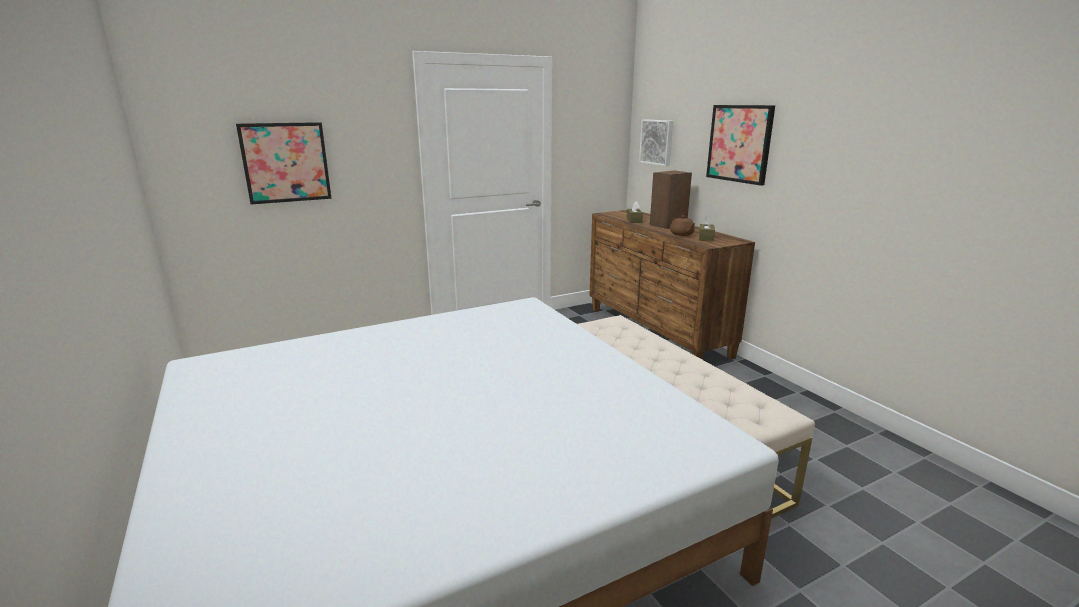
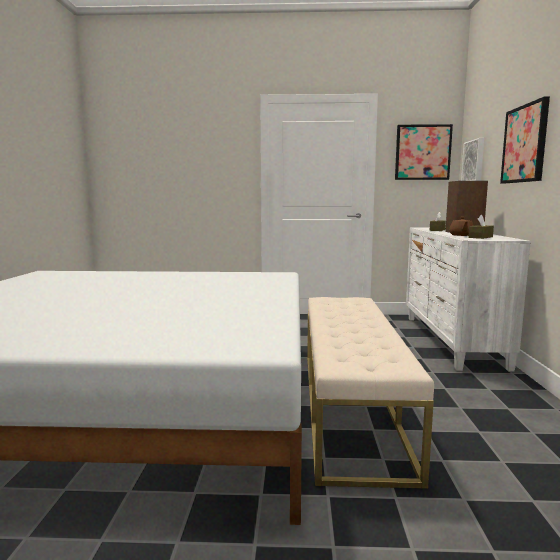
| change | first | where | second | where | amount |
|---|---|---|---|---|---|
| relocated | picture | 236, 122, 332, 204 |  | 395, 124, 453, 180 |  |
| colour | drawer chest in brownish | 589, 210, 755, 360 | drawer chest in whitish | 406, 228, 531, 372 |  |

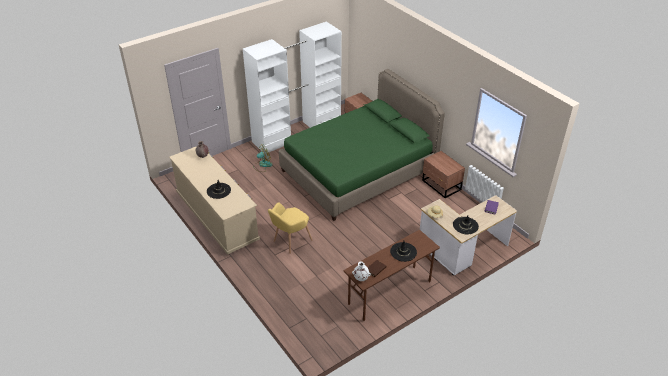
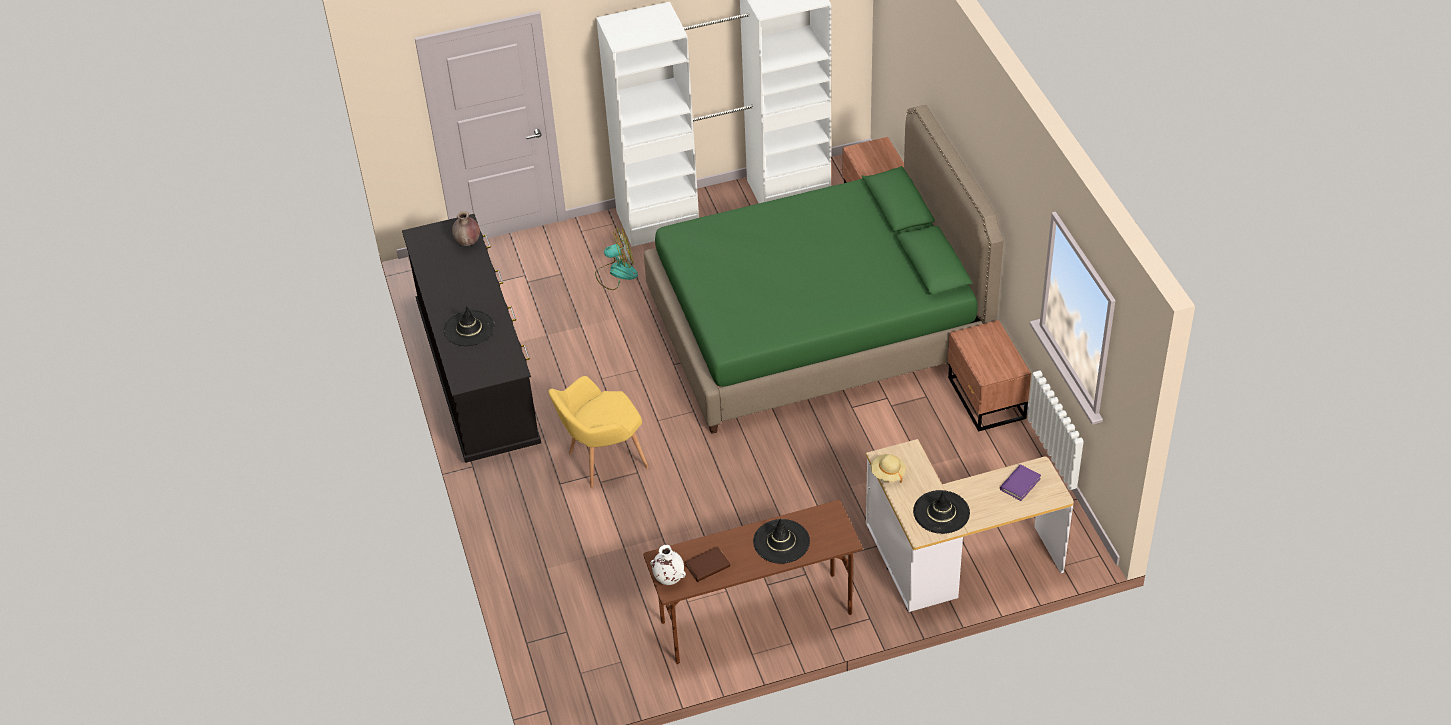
| change | first | where | second | where | amount |
|---|---|---|---|---|---|
| colour | drawer chest in sand-coloured | 169, 146, 260, 254 | drawer chest in black | 402, 214, 541, 463 |  |

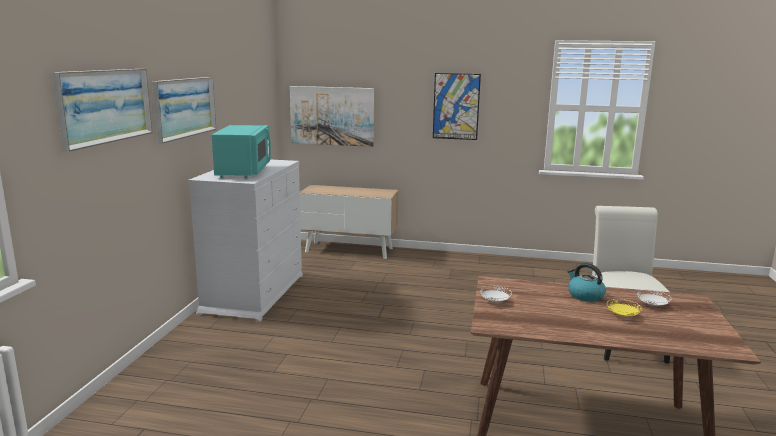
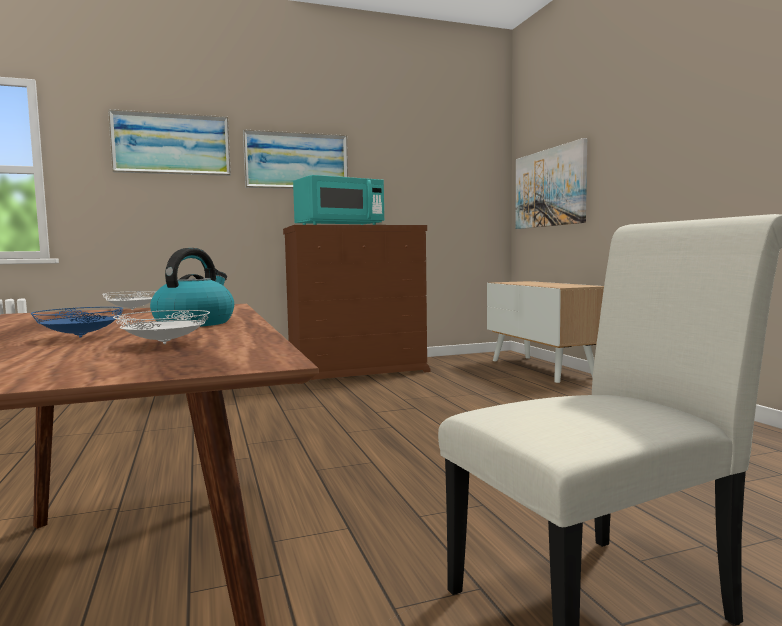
| change | first | where | second | where | amount |
|---|---|---|---|---|---|
| colour | drawer chest in whitish | 188, 159, 303, 322 | drawer chest in brownish | 283, 225, 431, 384 |  |
| missing | picture | 433, 73, 481, 140 |  |  |  |
| colour | dinner plate in yellow | 607, 299, 642, 317 | dinner plate in bluish | 31, 307, 123, 338 |  |

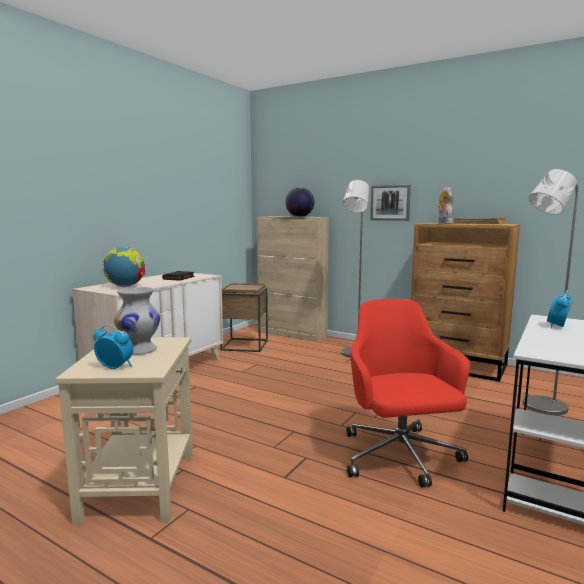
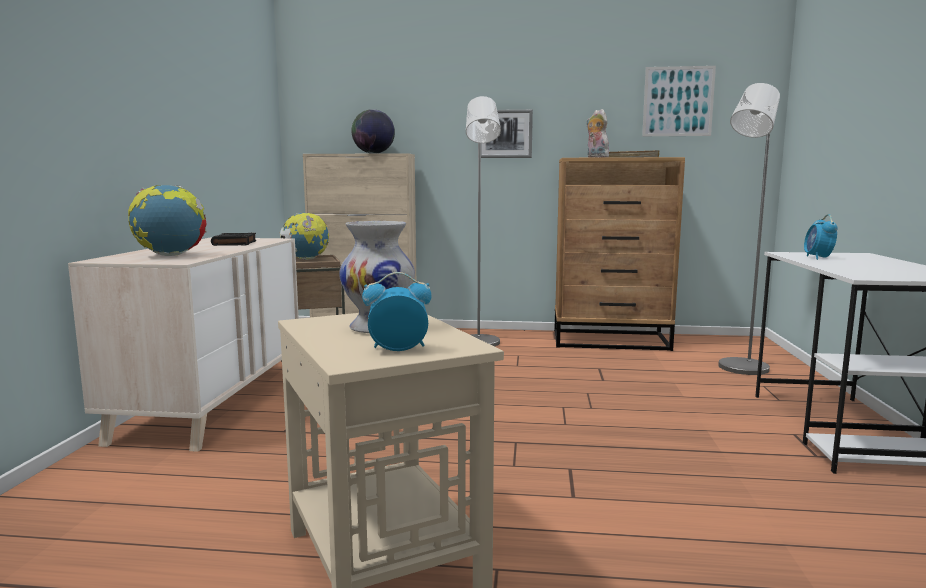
| change | first | where | second | where | amount |
|---|---|---|---|---|---|
| missing | office chair in red | 346, 299, 470, 487 |  |  |  |
| appeared |  |  | world globe | 280, 213, 329, 260 |  |
| appeared |  |  | picture | 642, 66, 716, 136 |  |

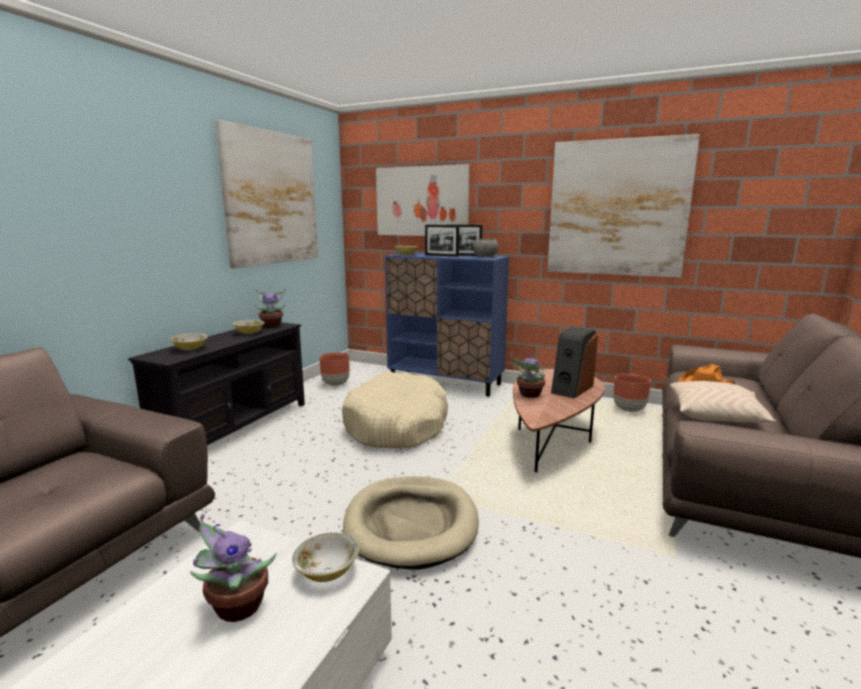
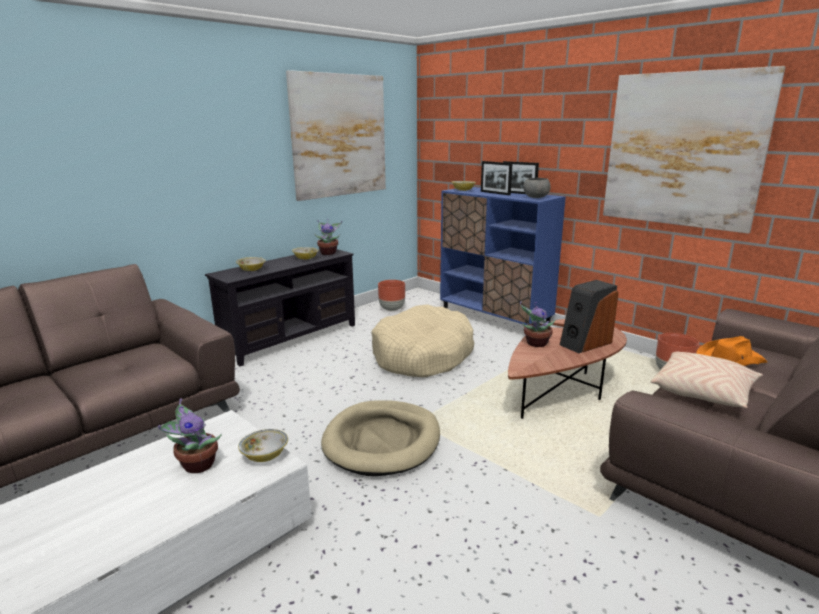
| change | first | where | second | where | amount |
|---|---|---|---|---|---|
| missing | picture | 376, 164, 470, 236 |  |  |  |

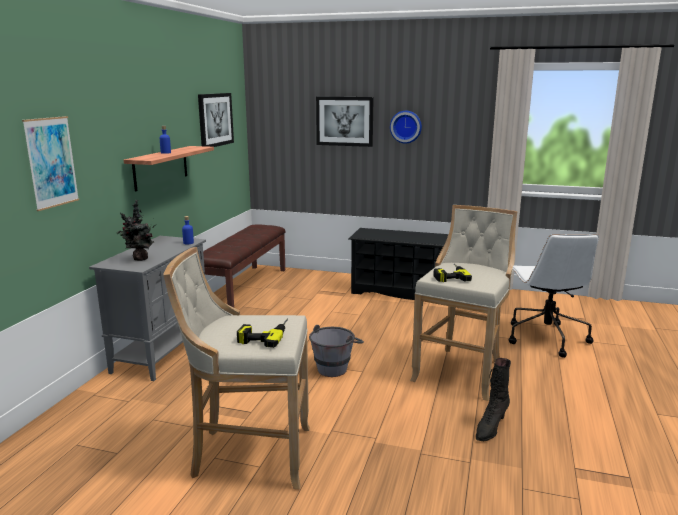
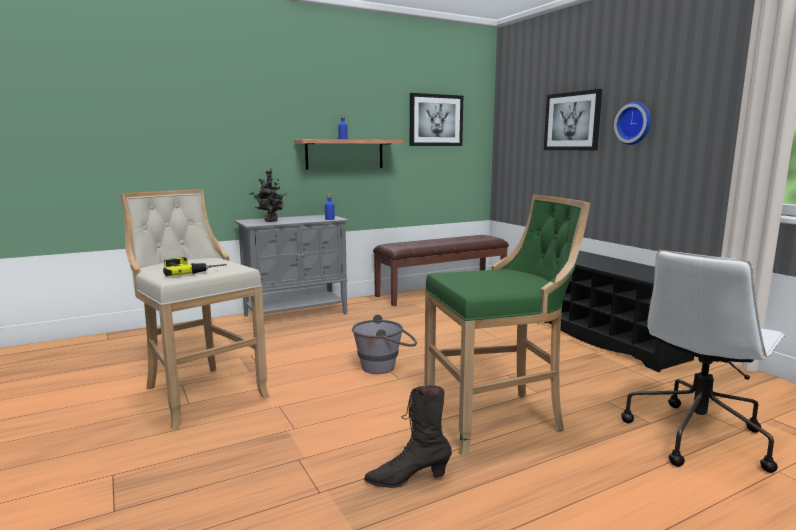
| change | first | where | second | where | amount |
|---|---|---|---|---|---|
| missing | picture | 22, 116, 79, 211 |  |  |  |
| colour | stool in sand-coloured | 410, 205, 517, 401 | stool in green-coloured | 424, 194, 590, 456 |  |
| missing | electric drill | 433, 264, 472, 282 |  |  |  |

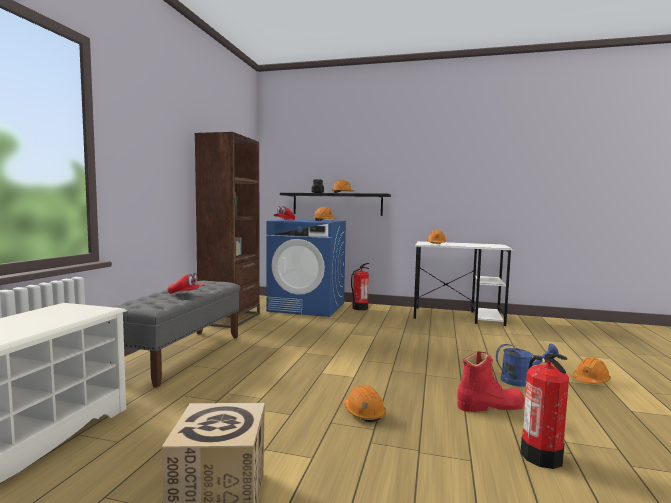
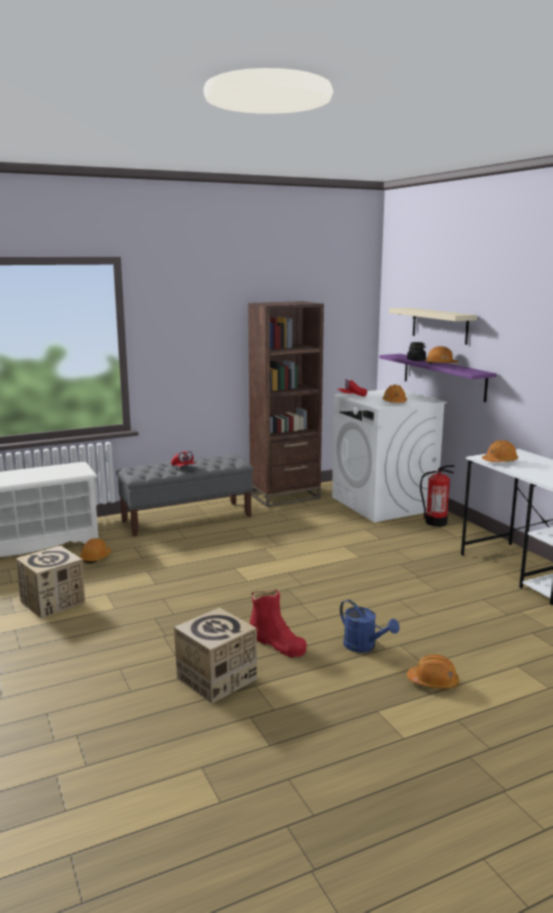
| change | first | where | second | where | amount |
|---|---|---|---|---|---|
| colour | laundry appliance in bluish | 266, 219, 346, 317 | laundry appliance in whitish | 332, 389, 447, 522 |  |
| colour | shelf in black | 280, 193, 391, 216 | shelf in purple | 379, 354, 497, 402 |  |
| relocated | hard hat in orange-coloured | 343, 385, 386, 422 |  | 79, 538, 112, 564 |  |
| exchanged | fire extinguisher | 521, 354, 569, 469 | carton | 174, 608, 257, 704 |  |
| appeared |  |  | shelf in sand-coloured | 389, 308, 477, 345 |  |

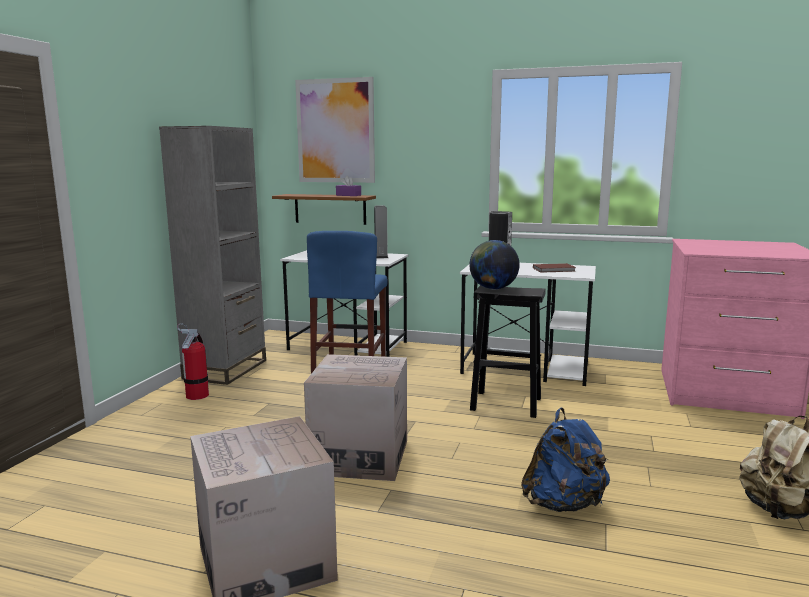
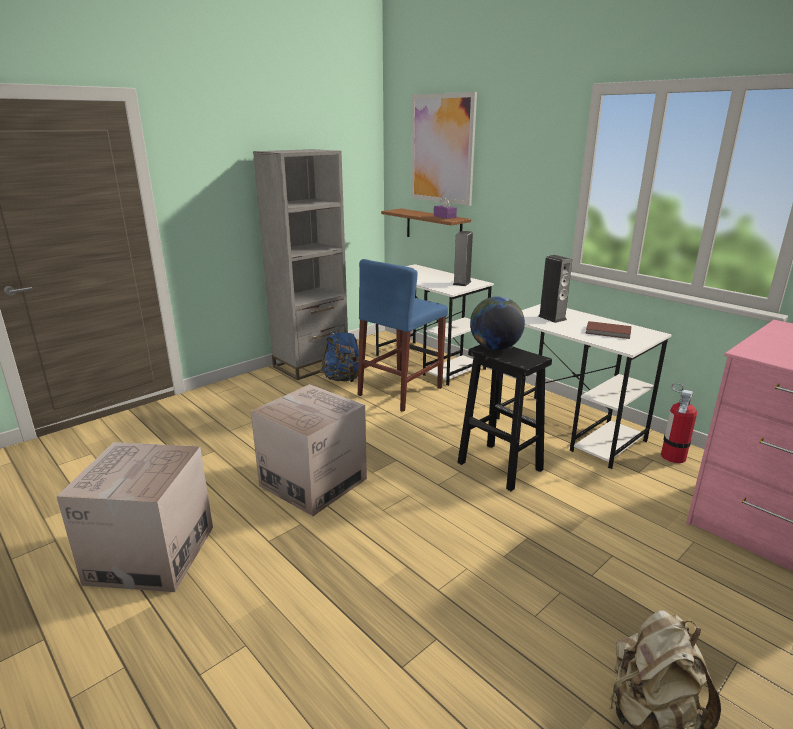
| change | first | where | second | where | amount |
|---|---|---|---|---|---|
| relocated | fire extinguisher | 177, 323, 209, 400 |  | 661, 383, 697, 463 |  |
| relocated | rucksack in bluish | 521, 408, 610, 512 |  | 320, 325, 359, 382 |  |

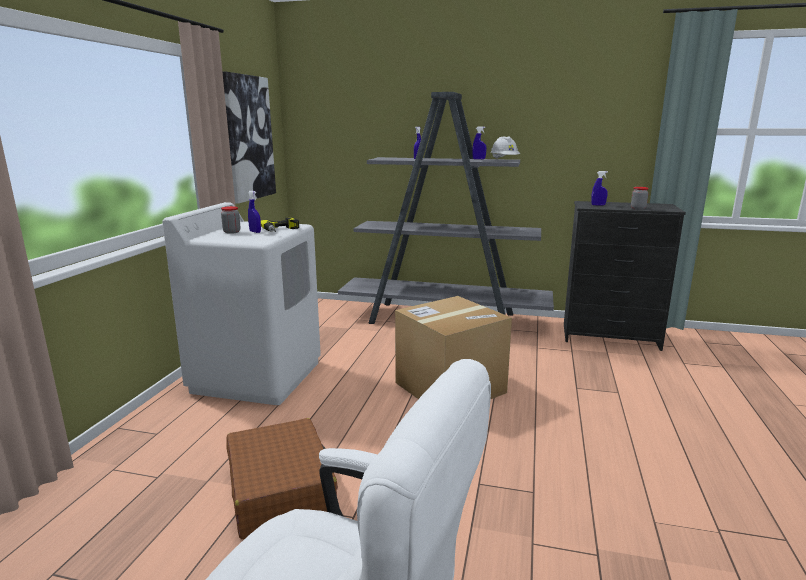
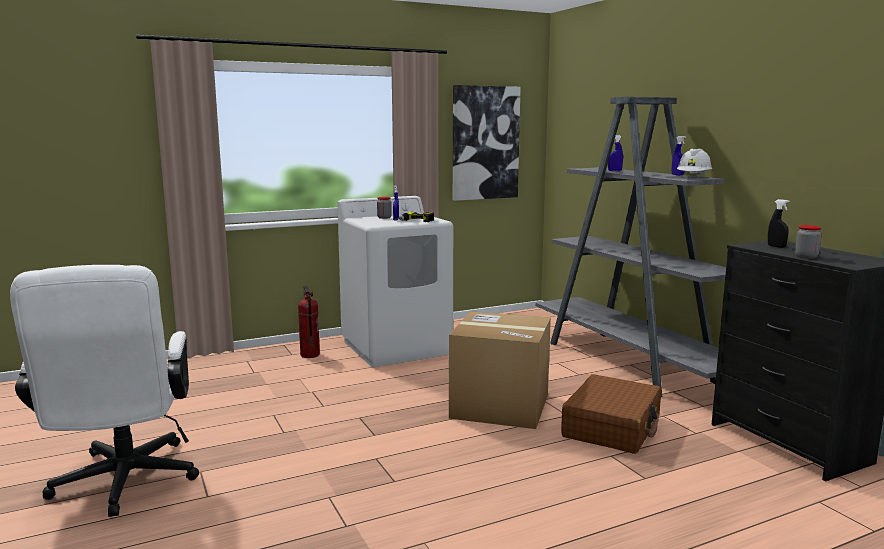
| change | first | where | second | where | amount |
|---|---|---|---|---|---|
| relocated | travel case in brownish | 227, 418, 338, 539 |  | 561, 374, 661, 454 |  |
| colour | hand sprayer in bluish | 591, 171, 608, 206 | hand sprayer in black | 768, 199, 789, 248 |  |
| appeared |  |  | fire extinguisher | 298, 286, 320, 358 |  |

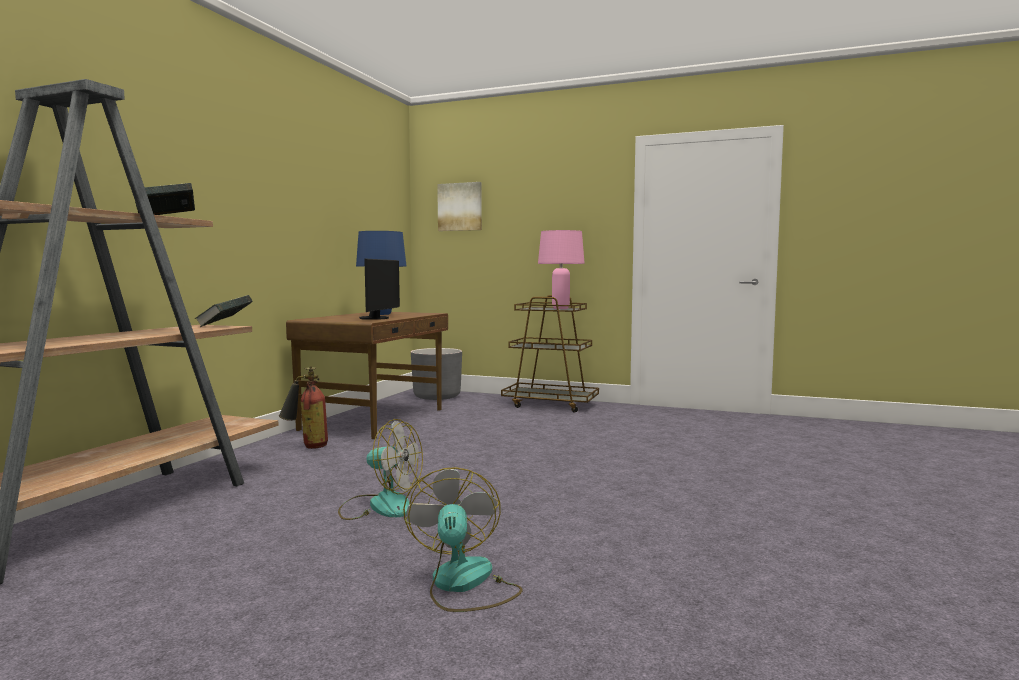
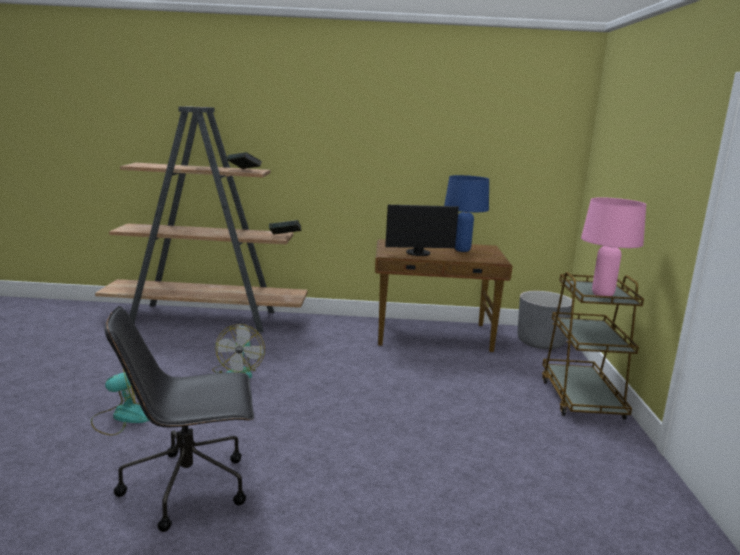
| change | first | where | second | where | amount |
|---|---|---|---|---|---|
| missing | fire extinguisher | 279, 366, 328, 449 |  |  |  |
| missing | picture | 437, 182, 482, 231 |  |  |  |
| appeared |  |  | office chair in black | 105, 306, 254, 532 |  |

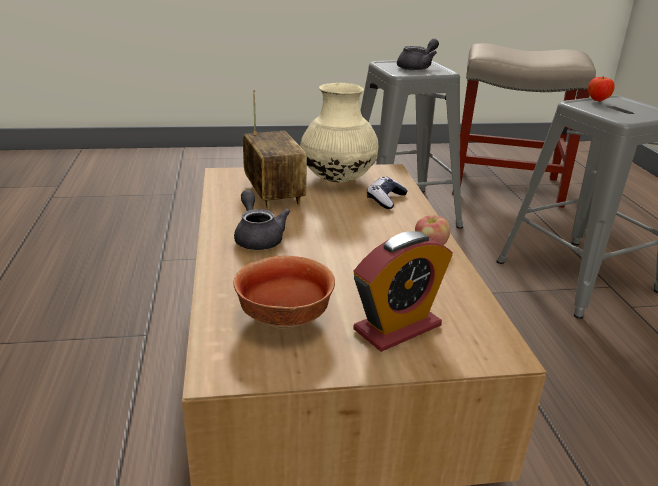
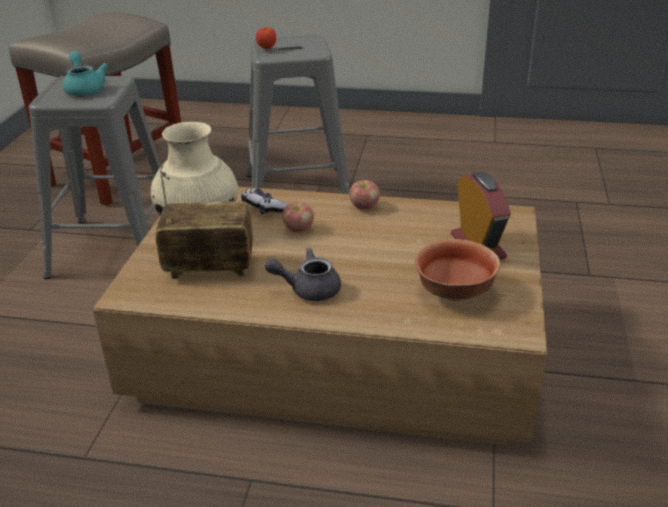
| change | first | where | second | where | amount |
|---|---|---|---|---|---|
| colour | tea pot in gray | 397, 39, 439, 71 | tea pot in blue-green | 63, 51, 108, 96 |  |
| appeared |  |  | whole apple | 282, 201, 314, 232 |  |

